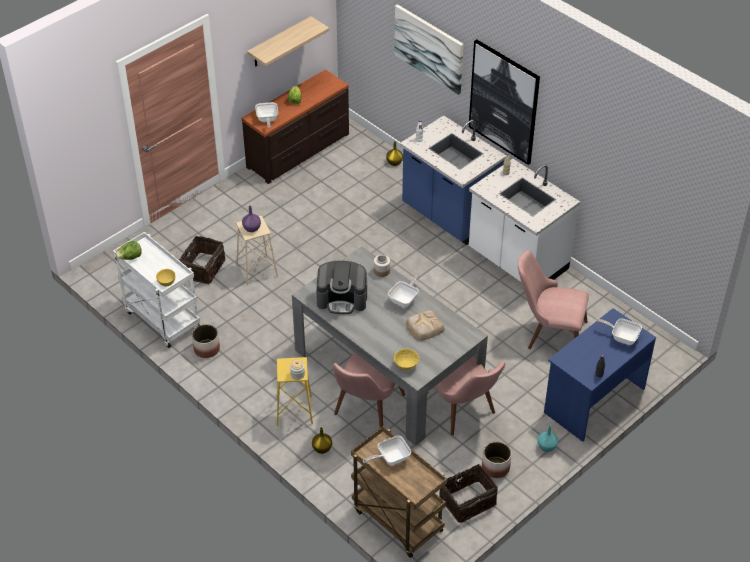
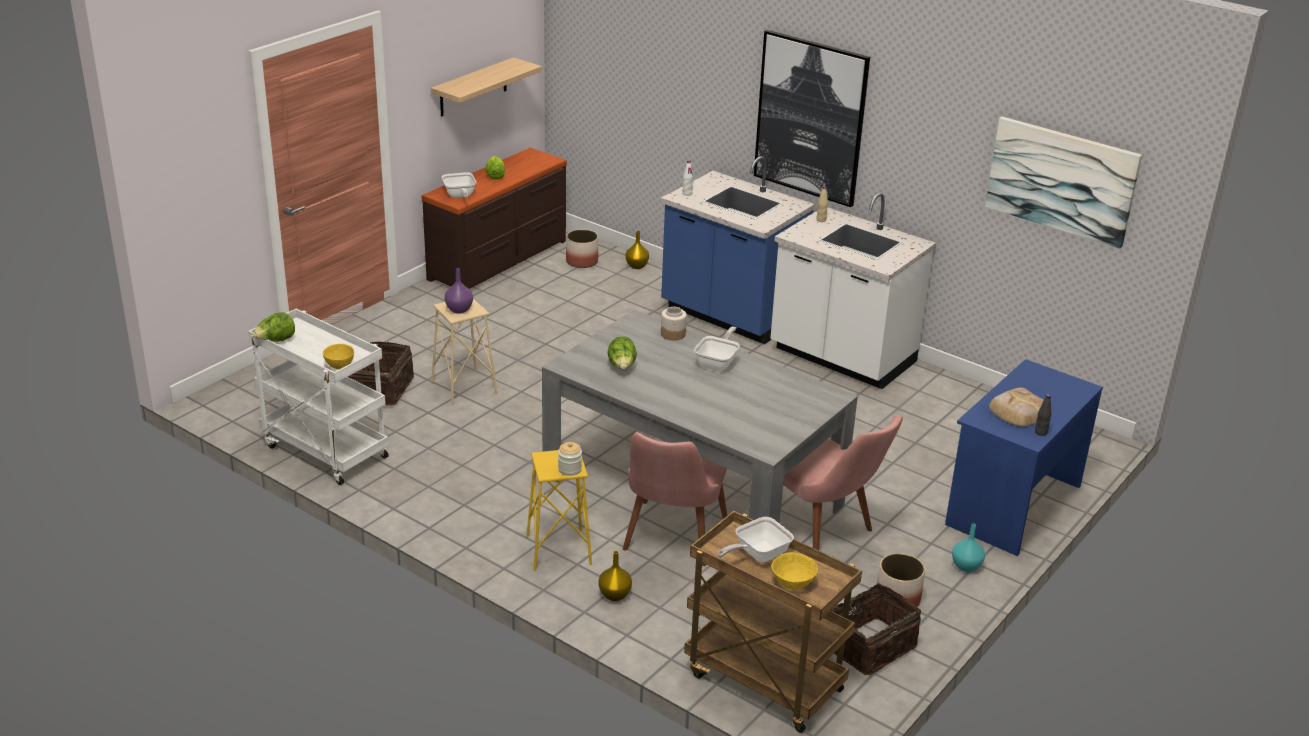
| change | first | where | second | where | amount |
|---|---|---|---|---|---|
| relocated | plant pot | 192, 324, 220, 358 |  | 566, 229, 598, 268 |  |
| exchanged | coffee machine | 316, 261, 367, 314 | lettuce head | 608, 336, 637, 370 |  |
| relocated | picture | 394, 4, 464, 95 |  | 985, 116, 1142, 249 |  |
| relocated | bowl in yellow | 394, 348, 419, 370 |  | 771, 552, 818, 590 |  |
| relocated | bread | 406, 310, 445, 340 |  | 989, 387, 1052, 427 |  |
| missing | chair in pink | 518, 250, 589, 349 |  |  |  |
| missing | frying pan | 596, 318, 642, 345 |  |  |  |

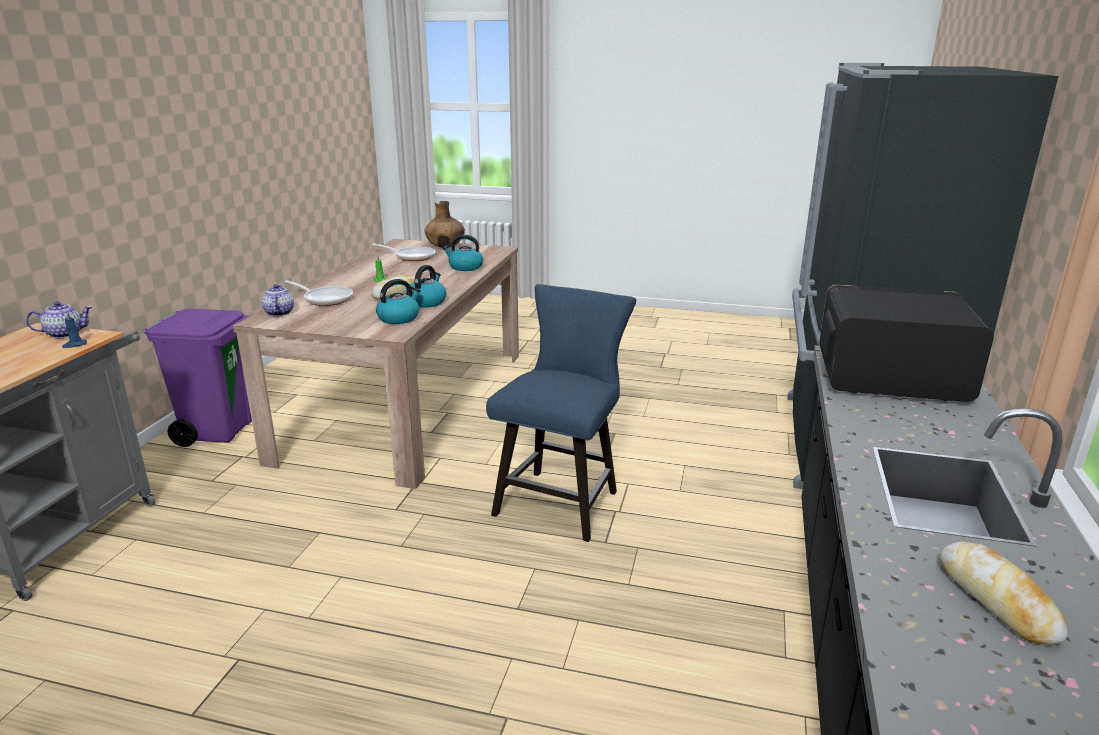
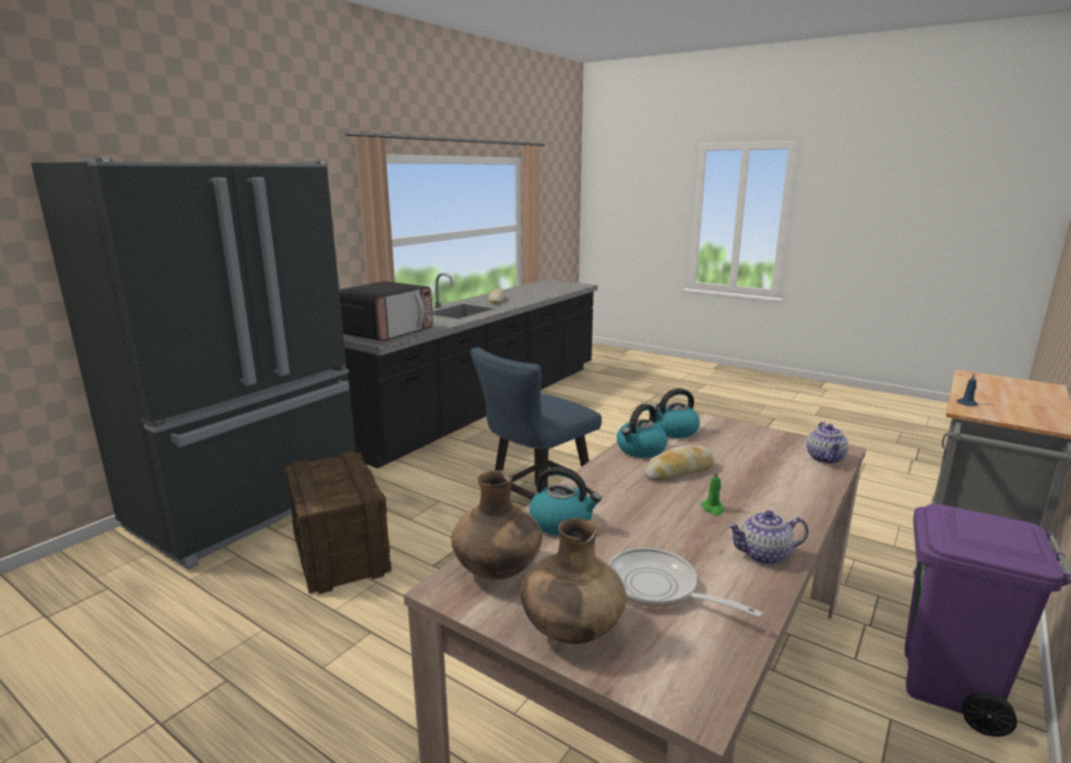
| change | first | where | second | where | amount |
|---|---|---|---|---|---|
| relocated | tea pot | 26, 301, 93, 338 |  | 727, 510, 808, 565 |  |
| missing | frying pan | 285, 280, 353, 306 |  |  |  |
| spun | microwave oven | 819, 284, 994, 402 |  | 339, 281, 433, 341 | 90 degrees counterclockwise |
| appeared |  |  | packing crate | 285, 451, 392, 594 |  |
| appeared |  |  | vase in brownish | 451, 470, 542, 580 |  |

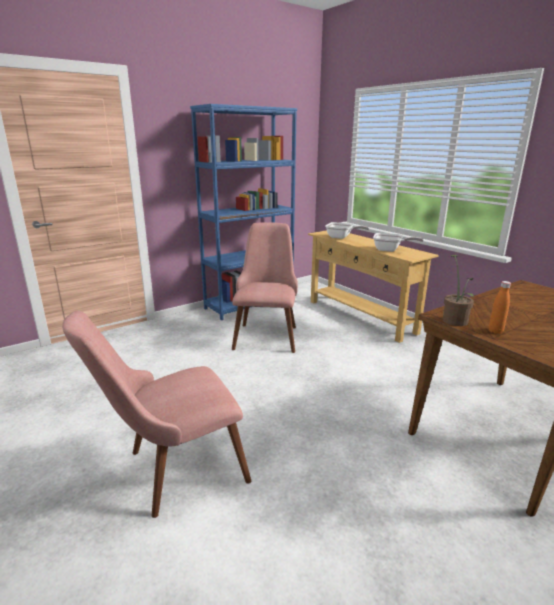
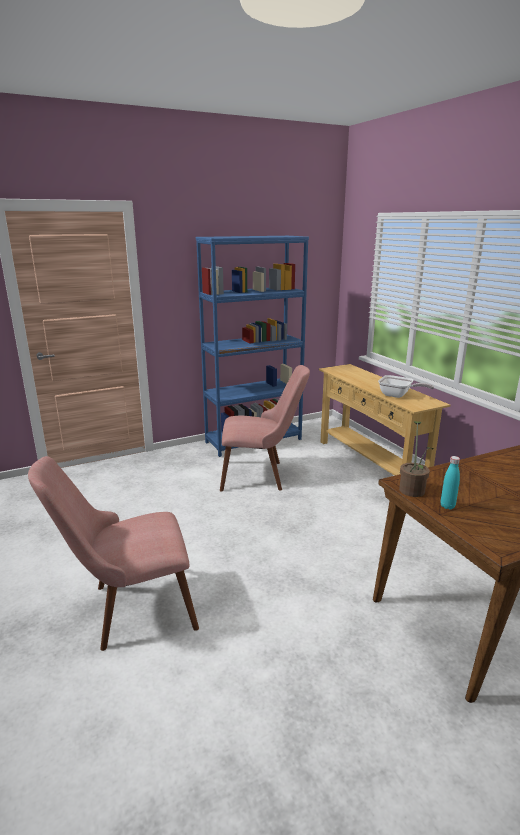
| change | first | where | second | where | amount |
|---|---|---|---|---|---|
| spun | chair in pink | 232, 222, 298, 353 |  | 220, 365, 310, 492 | 75 degrees clockwise |
| missing | frying pan | 325, 222, 369, 239 |  |  |  |
| colour | bottle in orange-coloured | 489, 281, 511, 334 | bottle in blue-green | 441, 456, 460, 509 |  |

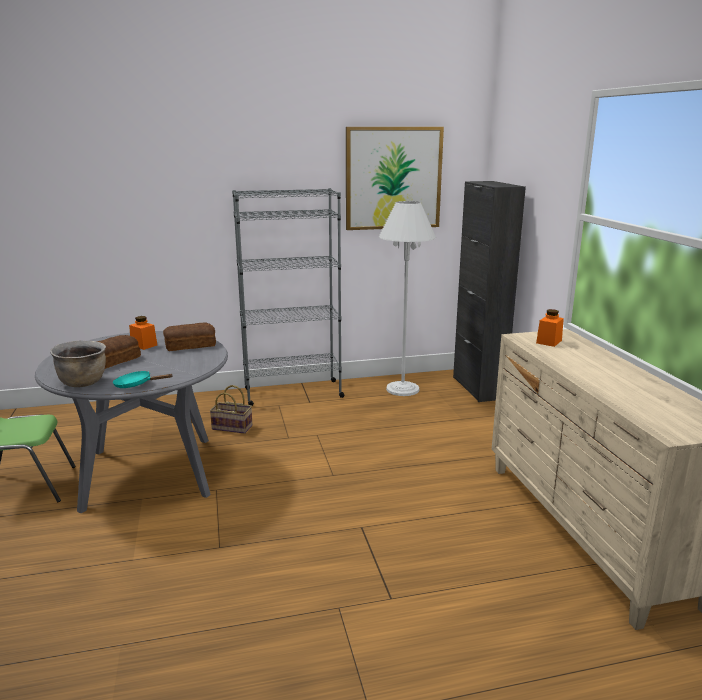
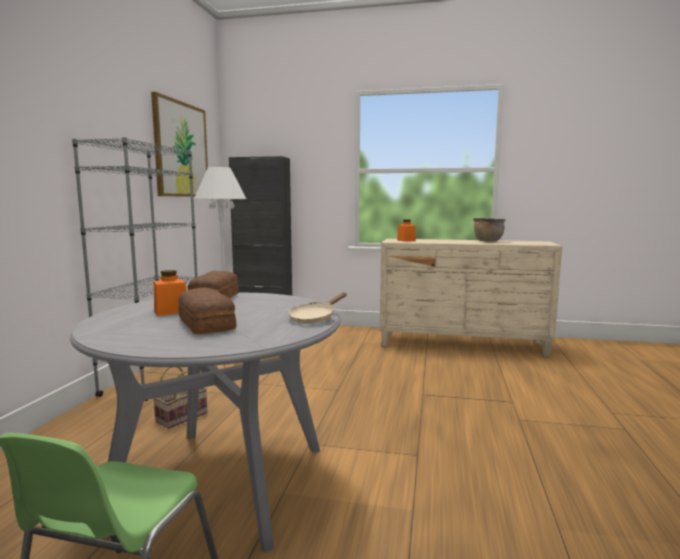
| change | first | where | second | where | amount |
|---|---|---|---|---|---|
| relocated | stockpot in brownish | 50, 341, 106, 387 |  | 473, 218, 506, 242 |  |
| colour | frying pan in blue-green | 113, 371, 172, 388 | frying pan in sand-coloured | 288, 293, 347, 324 |  |

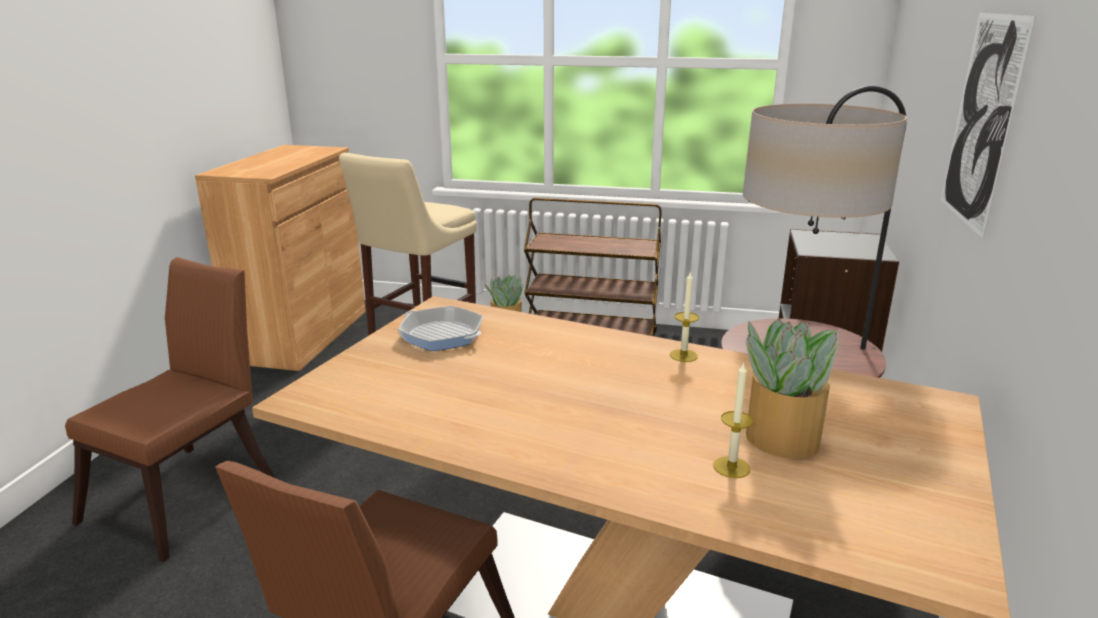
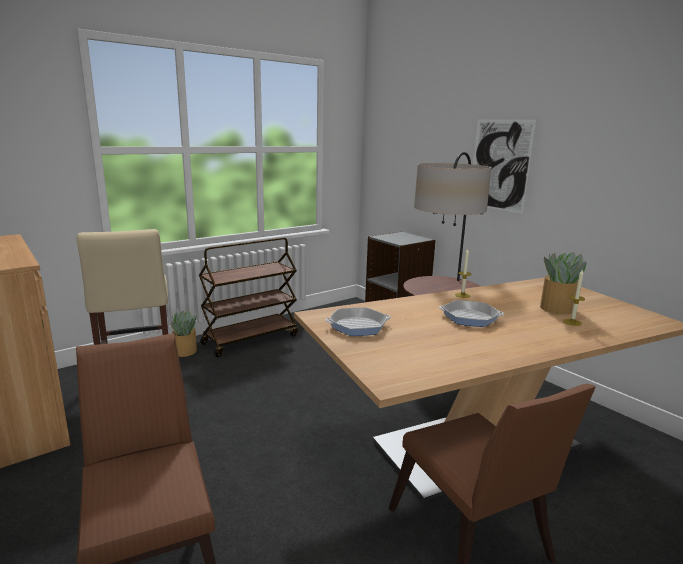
| change | first | where | second | where | amount |
|---|---|---|---|---|---|
| appeared |  |  | frying pan | 439, 300, 504, 327 |  |

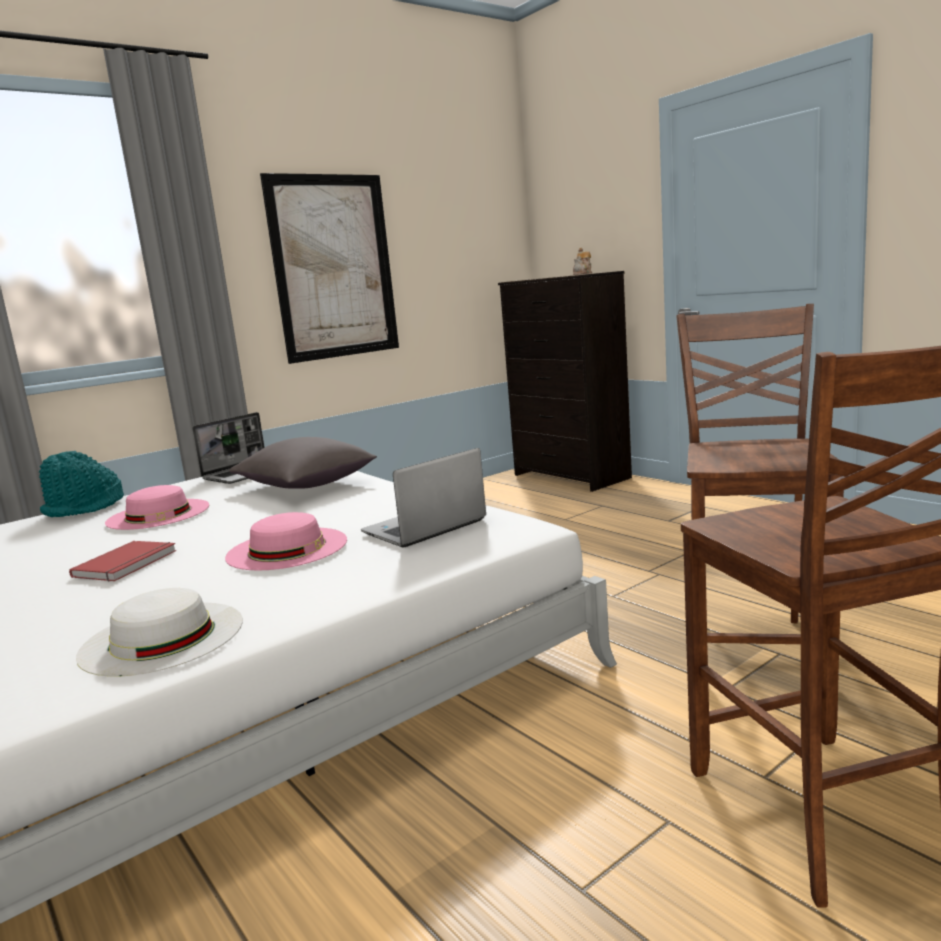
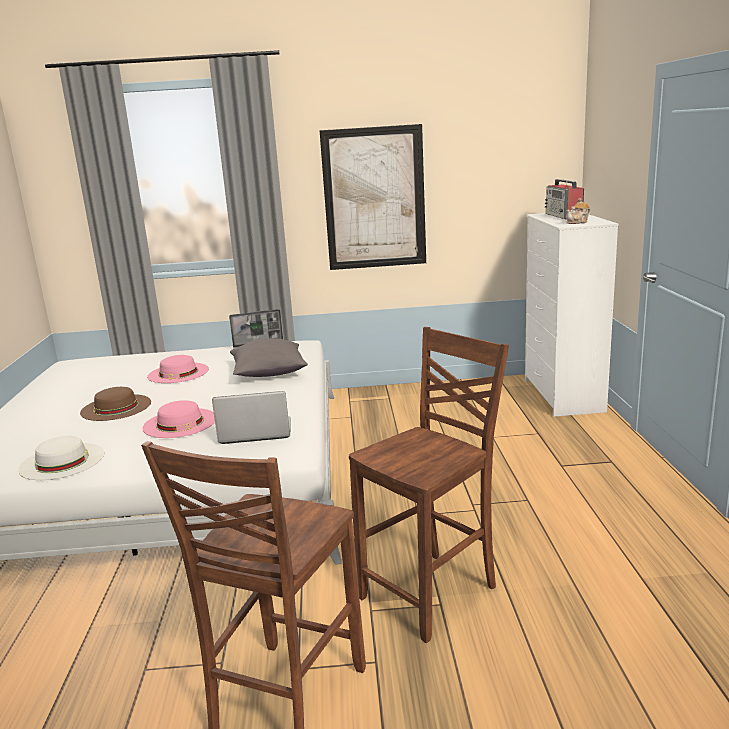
| change | first | where | second | where | amount |
|---|---|---|---|---|---|
| missing | clothing hat in blue-green | 39, 451, 124, 517 |  |  |  |
| exchanged | volume in red | 69, 541, 177, 581 | clothing hat in brownish | 80, 387, 151, 421 |  |
| colour | drawer chest in black | 498, 271, 632, 492 | drawer chest in whitish | 525, 213, 619, 417 |  |
| appeared |  |  | radio set | 545, 179, 584, 220 |  |

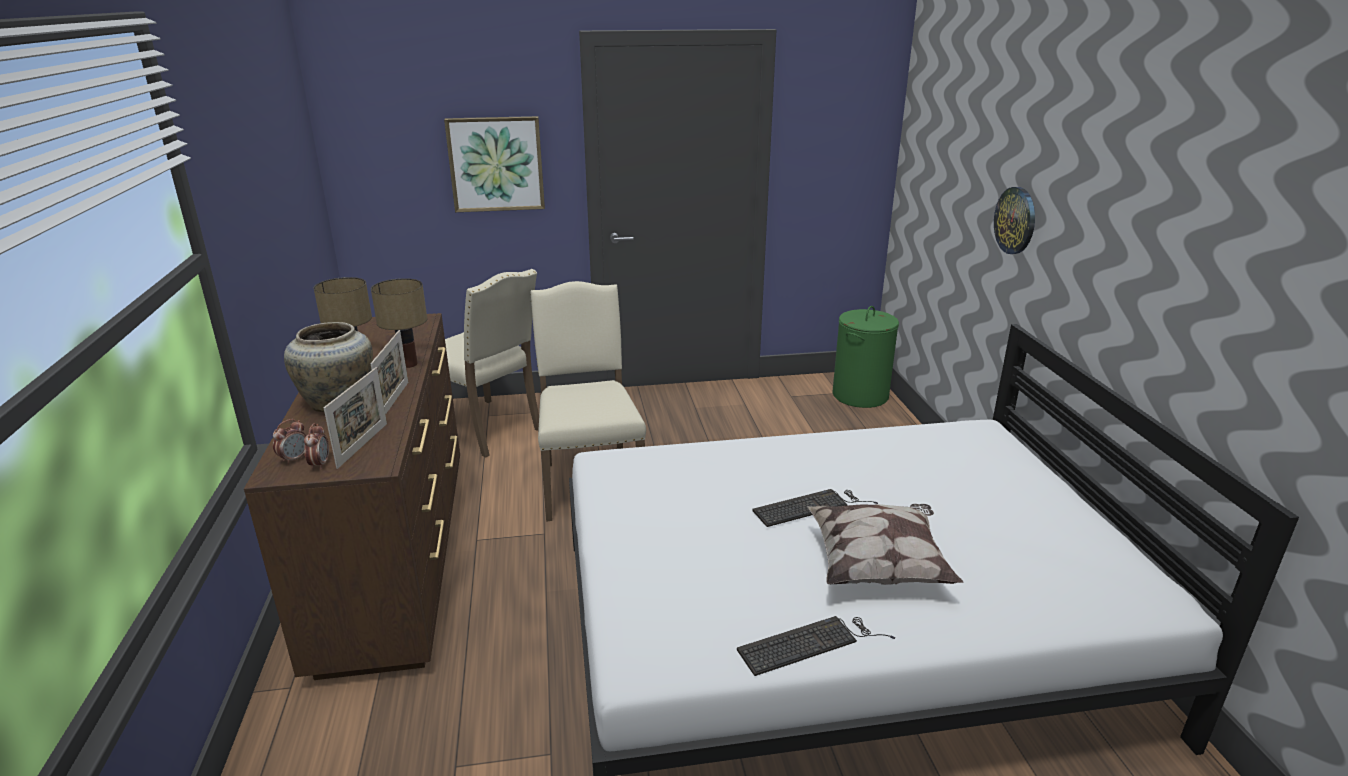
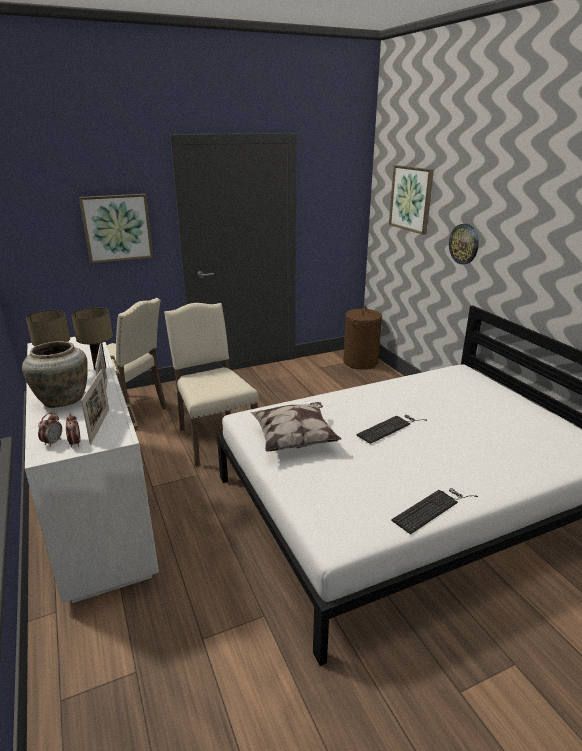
| change | first | where | second | where | amount |
|---|---|---|---|---|---|
| colour | drawer chest in brownish | 244, 313, 460, 680 | drawer chest in whitish | 25, 337, 159, 603 |  |
| relocated | pillow | 807, 504, 963, 585 |  | 251, 402, 342, 452 |  |
| colour | laundry basket in green-coloured | 832, 306, 899, 408 | laundry basket in brownish | 343, 306, 382, 370 |  |
| appeared |  |  | picture | 389, 165, 434, 235 |  |

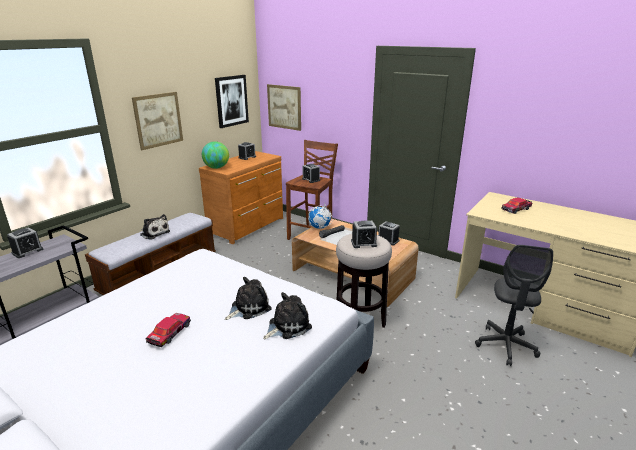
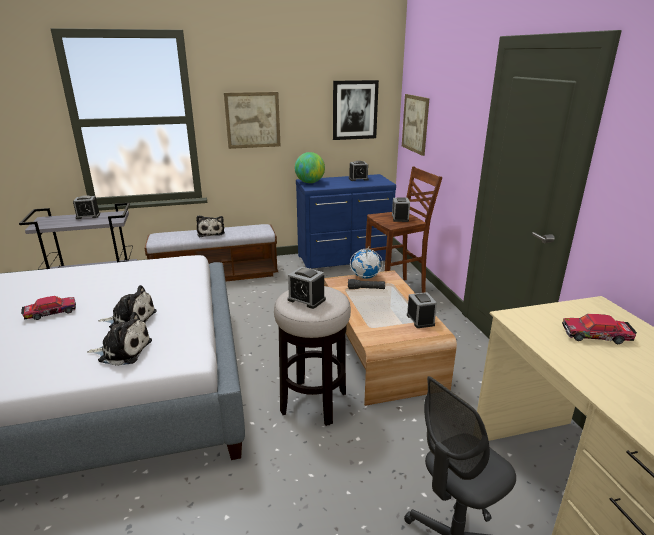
| change | first | where | second | where | amount |
|---|---|---|---|---|---|
| colour | drawer chest in brownish | 199, 151, 283, 244 | drawer chest in bluish | 296, 174, 396, 269 |  |

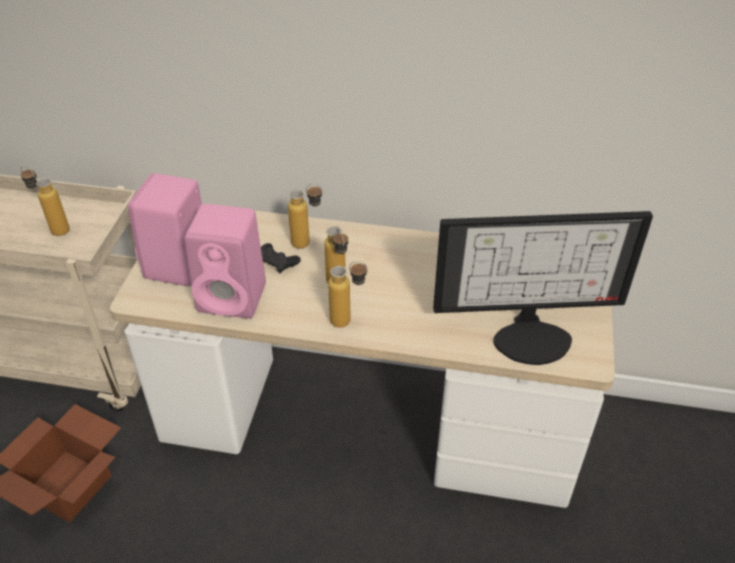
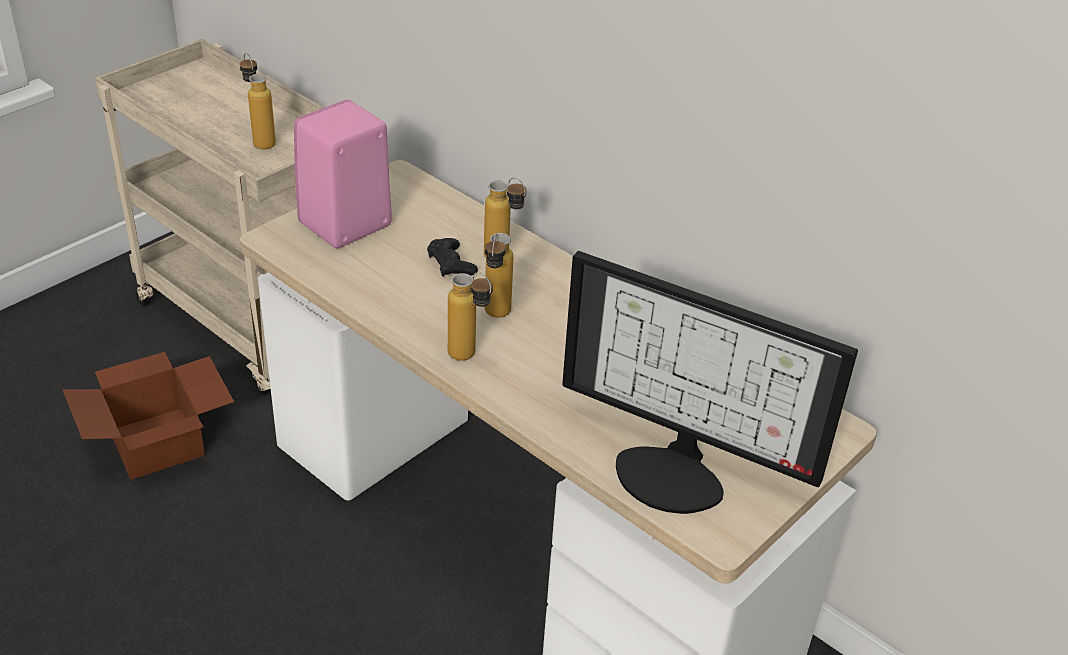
| change | first | where | second | where | amount |
|---|---|---|---|---|---|
| missing | loudspeaker in pink | 184, 204, 266, 318 |  |  |  |

